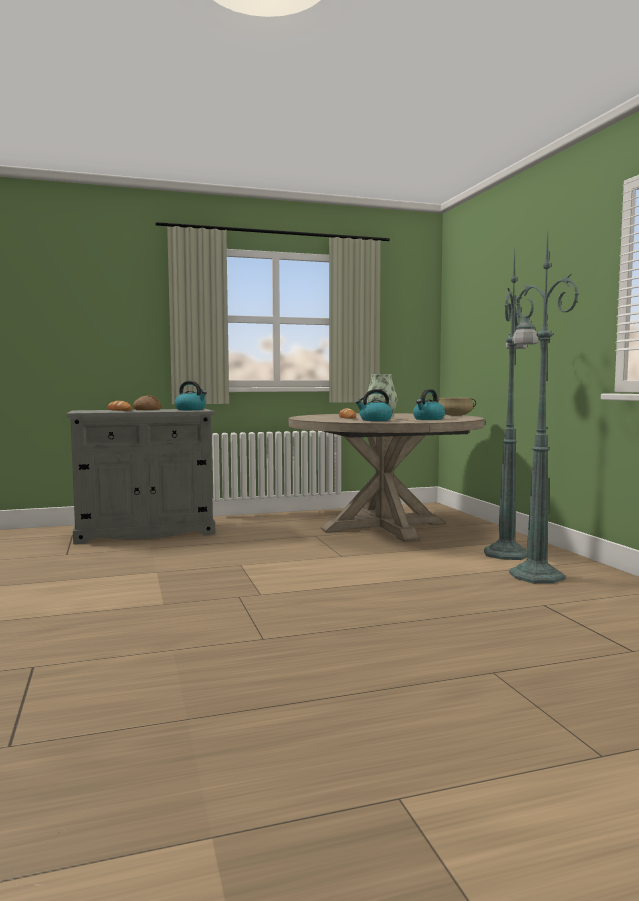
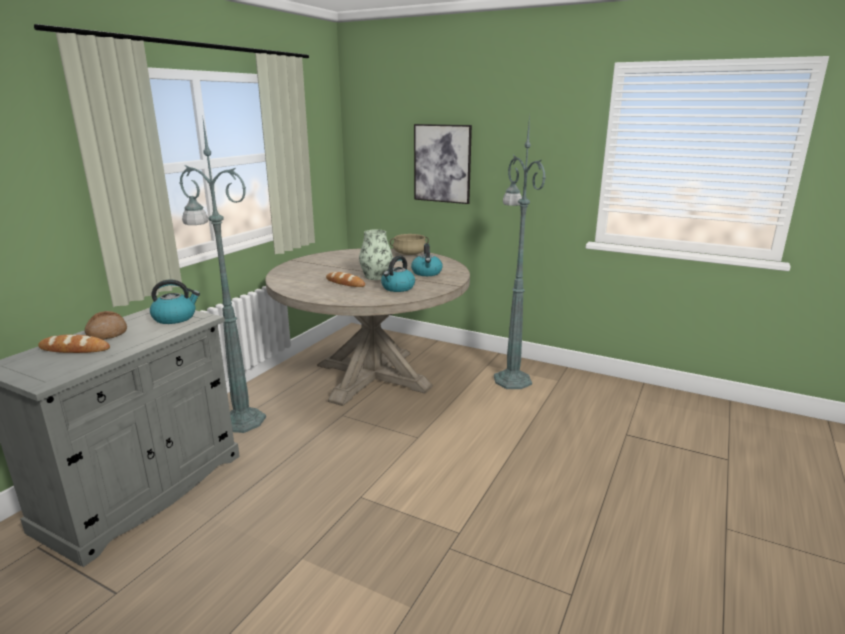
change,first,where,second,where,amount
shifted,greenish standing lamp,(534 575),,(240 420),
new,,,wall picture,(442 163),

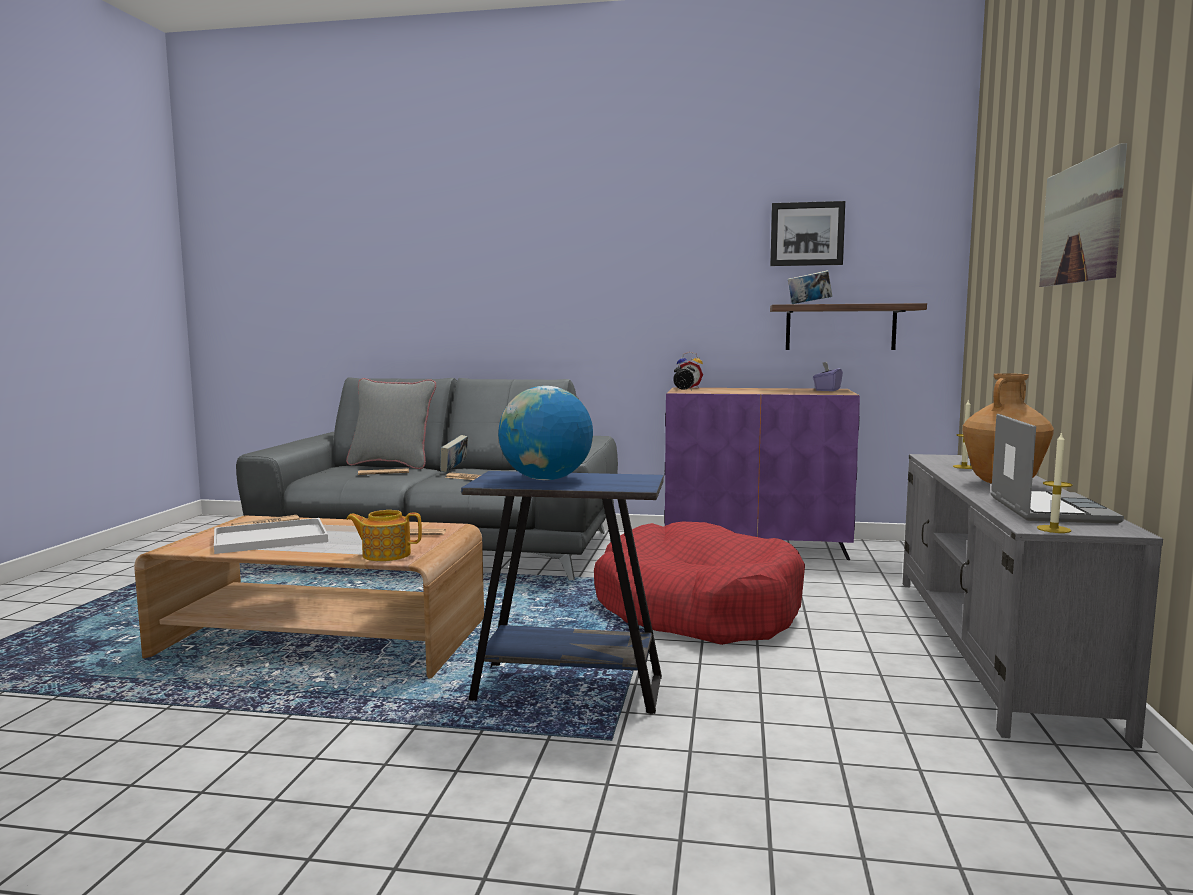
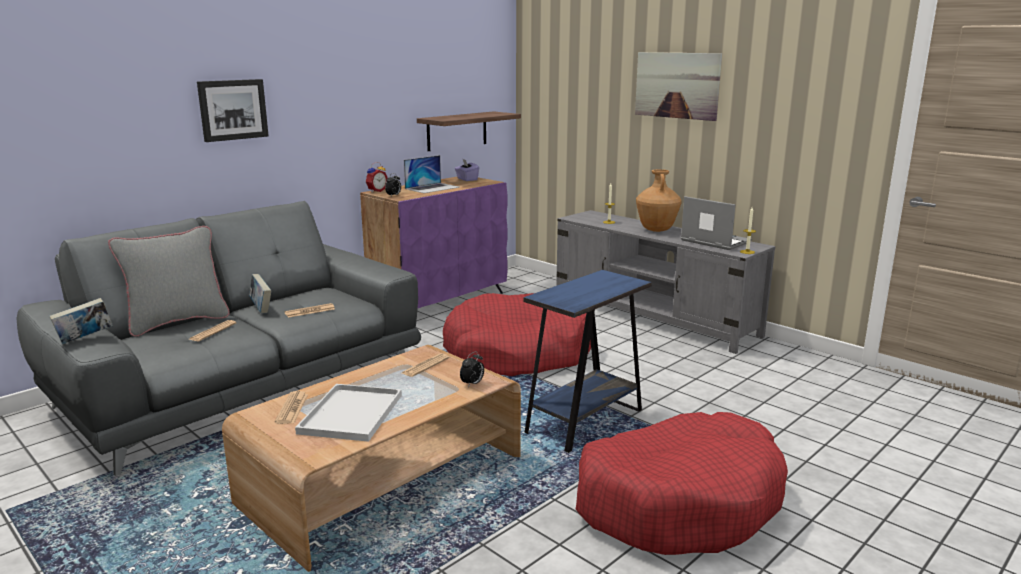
change,first,where,second,where,amount
shifted,wall picture,(807 234),,(232 109),
shifted,bound book,(809 304),,(85 339),
gone,desk globe,(546 479),,,
swapped,teapot,(385 554),bedside clock,(472 384),
new,,,laptop,(432 188),
new,,,red dog bed,(679 502),

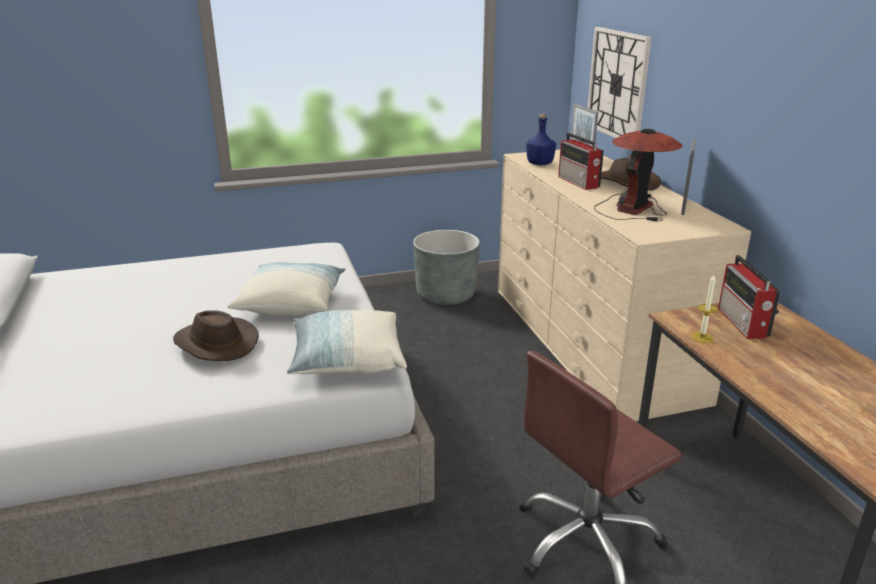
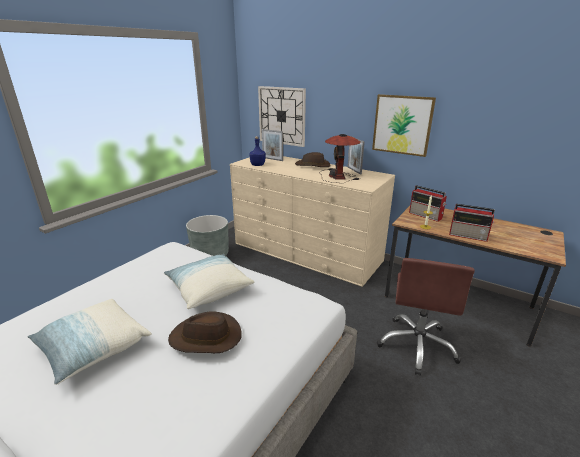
change,first,where,second,where,amount
shifted,radio receiver,(579 182),,(469 236),
shifted,pillow,(347 360),,(93 348),
new,,,wall picture,(402 125),

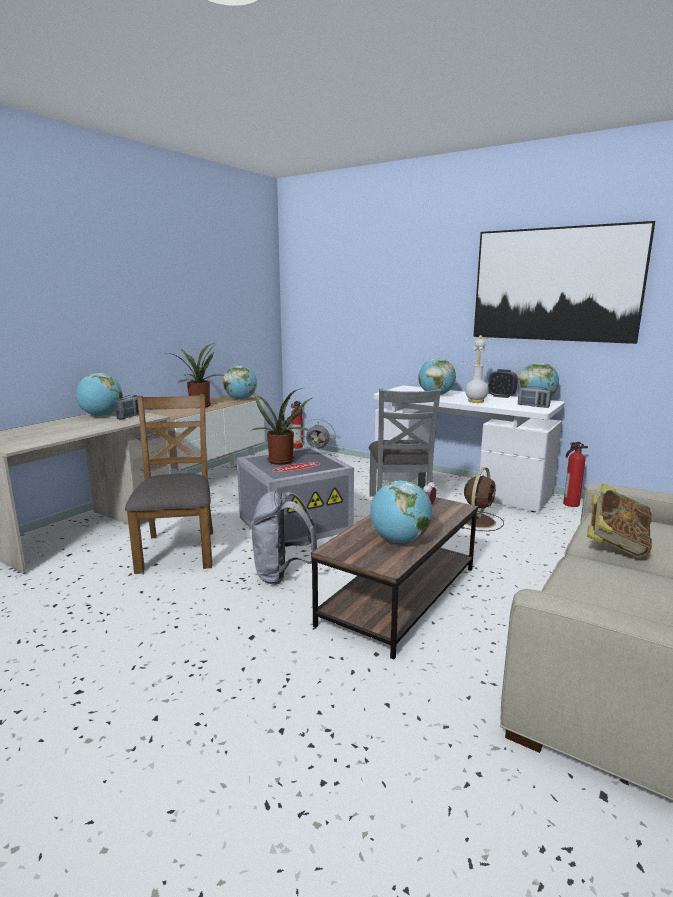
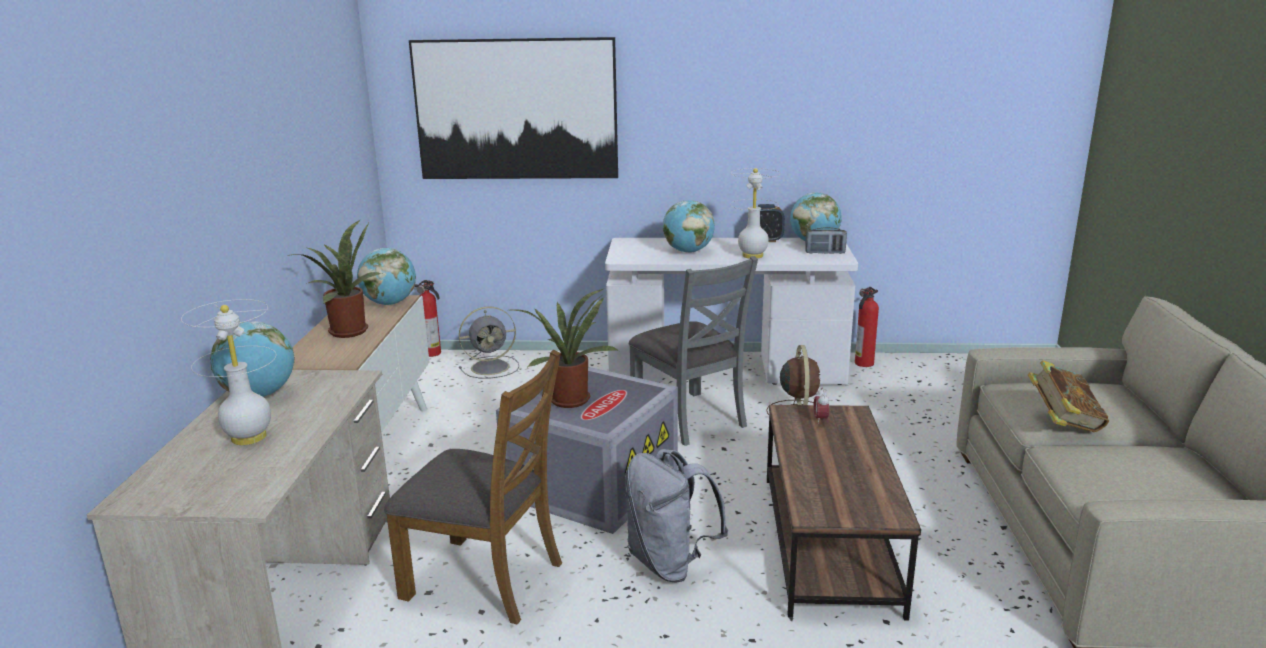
change,first,where,second,where,amount
shifted,wall picture,(555 285),,(516 110),
rotated,brown chair,(178 550),,(485 579),150 degrees clockwise
gone,radio receiver,(130 416),,,
gone,desk globe,(399 540),,,
new,,,whitish table lamp,(248 437),

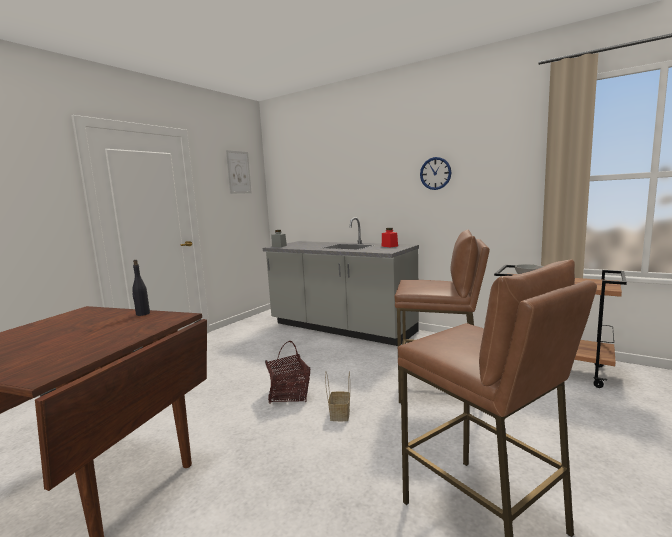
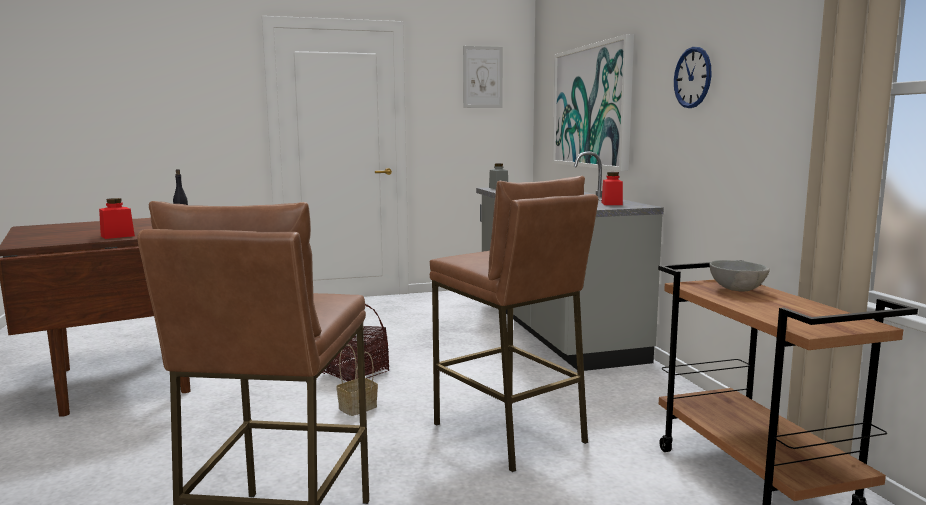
change,first,where,second,where,amount
new,,,wall picture,(591 107),
new,,,red storage jar,(117 236),

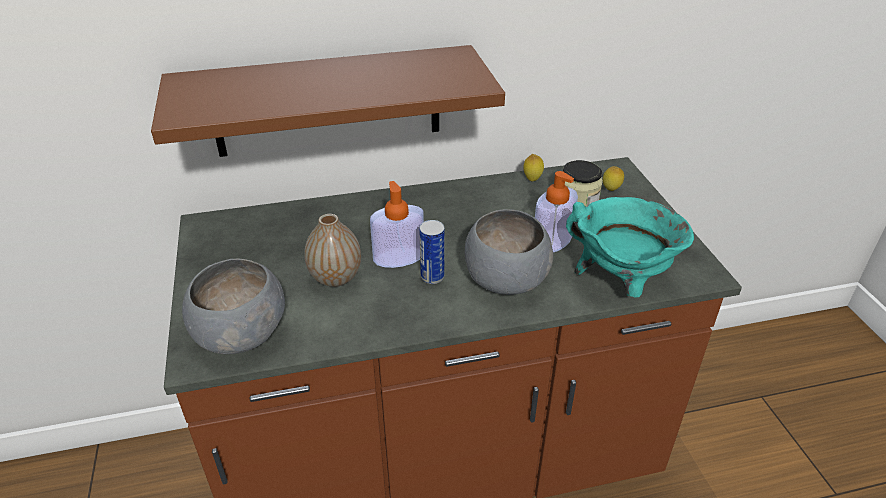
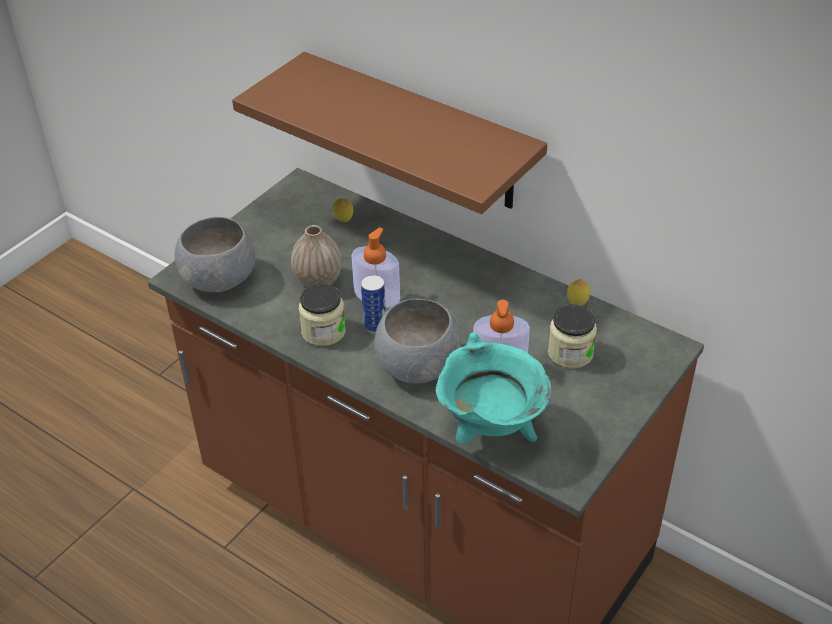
change,first,where,second,where,amount
shifted,lemon,(611 190),,(343 221),
new,,,storage jar,(323 331),

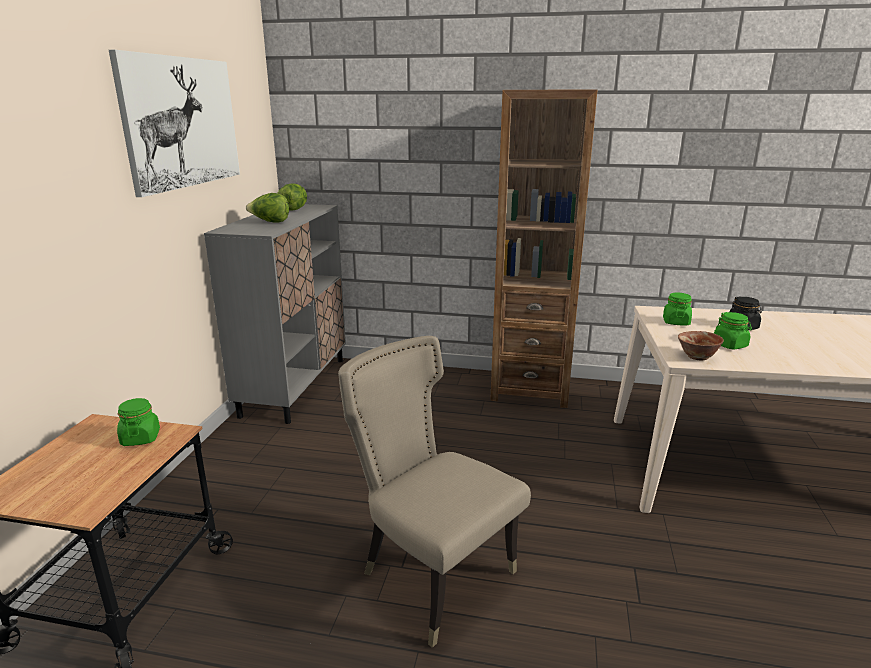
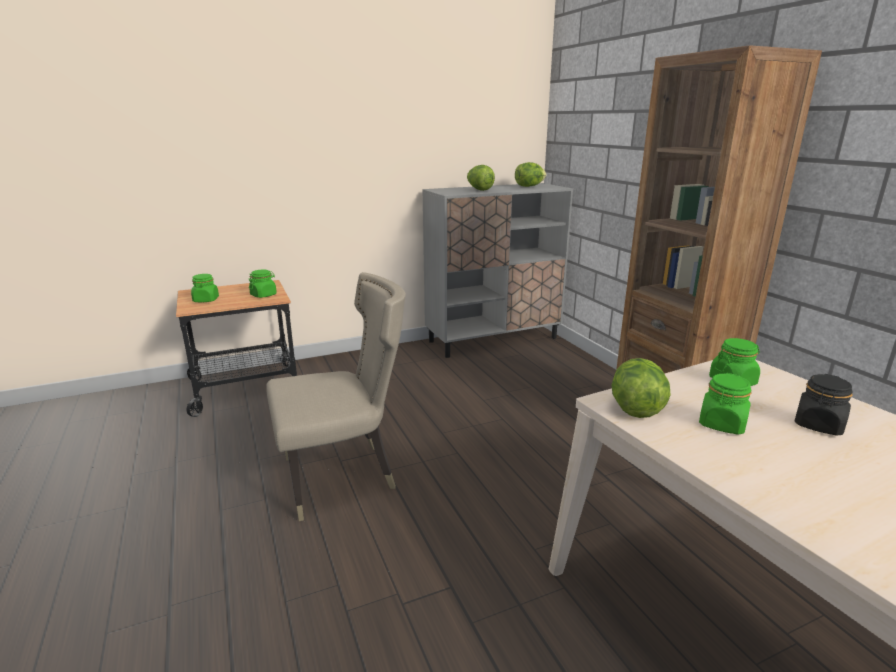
change,first,where,second,where,amount
gone,wall picture,(182 122),,,
swapped,bowl,(697 357),lettuce,(635 409),
rotated,beige-coloured chair,(431 574),,(344 476),60 degrees clockwise
new,,,greenish storage jar,(206 300),

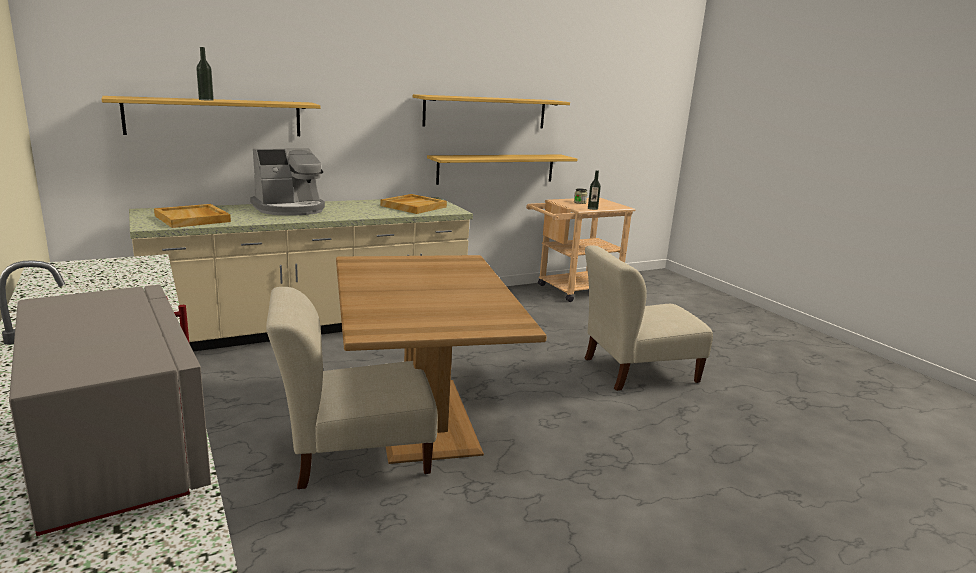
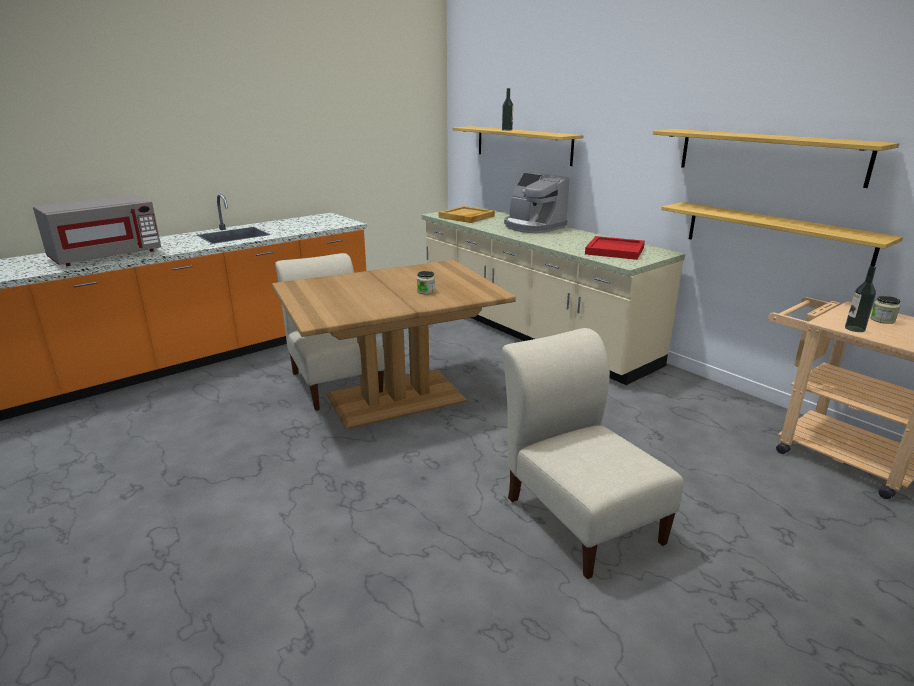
change,first,where,second,where,amount
repainted,beige-coloured tray,(413 206),red tray,(615 250),
new,,,storage jar,(426 291),

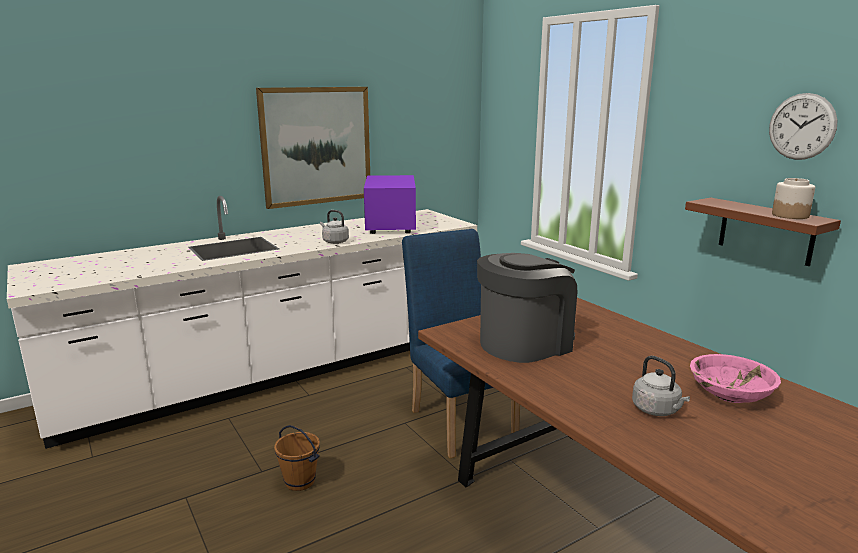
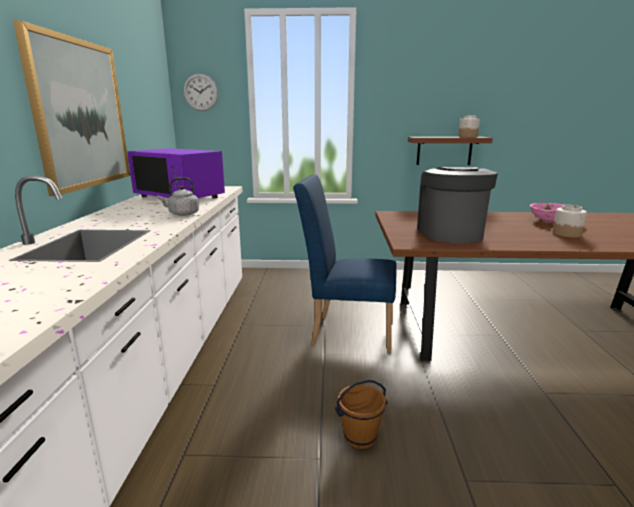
change,first,where,second,where,amount
shifted,hanging clock,(801 126),,(200 92),
swapped,greyish kettle,(657 410),storage jar,(566 234),

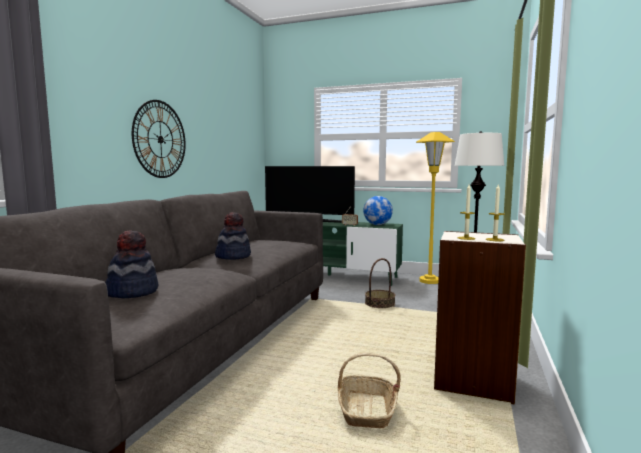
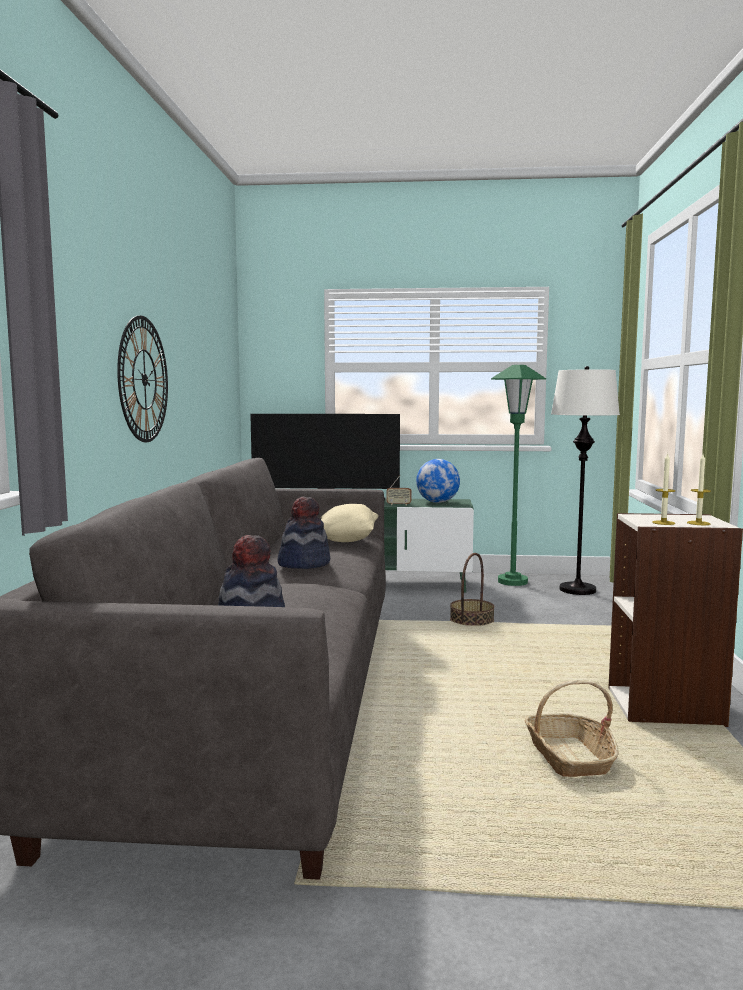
change,first,where,second,where,amount
repainted,yellowish standing lamp,(429 281),greenish standing lamp,(512 581),
new,,,beige-coloured pillow,(346 540),

